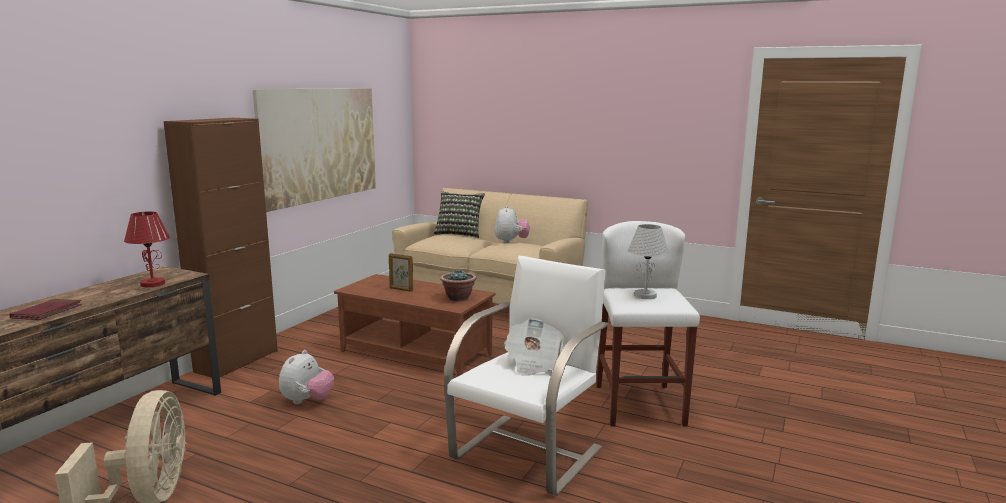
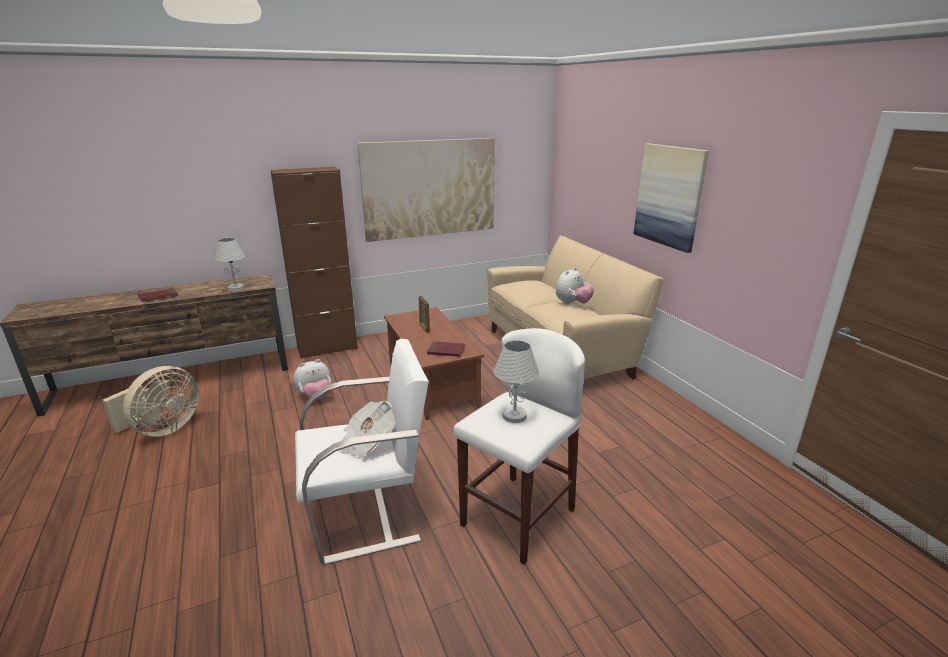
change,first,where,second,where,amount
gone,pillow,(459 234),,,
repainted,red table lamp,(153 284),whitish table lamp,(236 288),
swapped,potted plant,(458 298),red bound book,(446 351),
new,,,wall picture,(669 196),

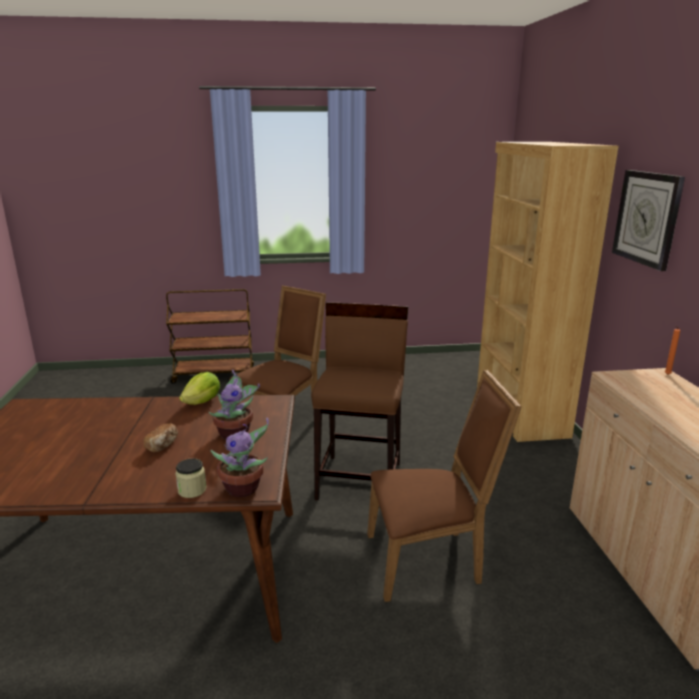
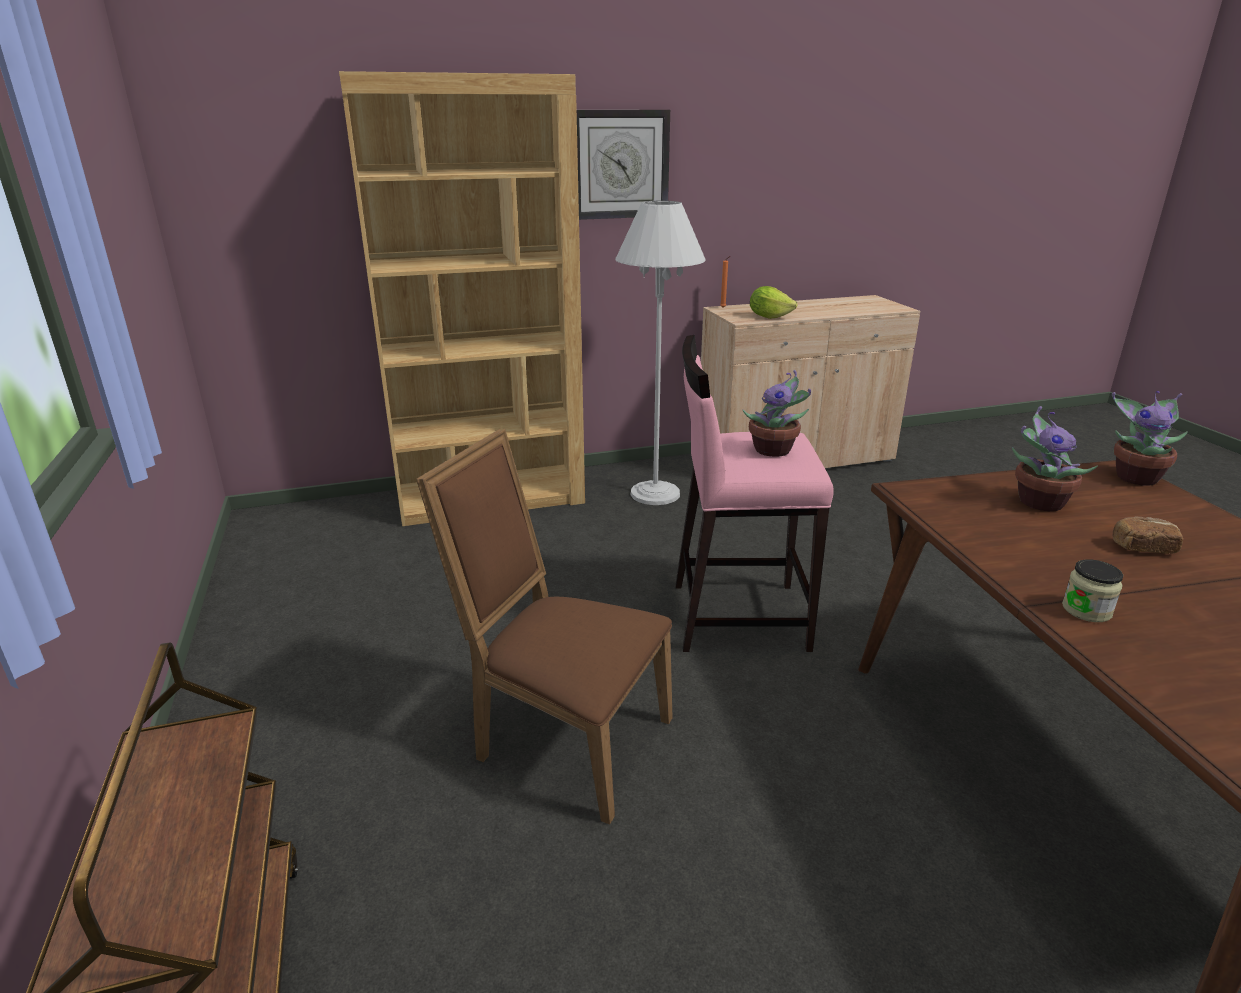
change,first,where,second,where,amount
repainted,brown stool seat,(360 480),pink-coloured stool seat,(737 615),
gone,brown chair,(429 560),,,
shifted,lettuce,(202 402),,(769 317),
shifted,storage jar,(192 490),,(1086 610),
new,,,whitish standing lamp,(655 493),
new,,,potted plant,(774 451),

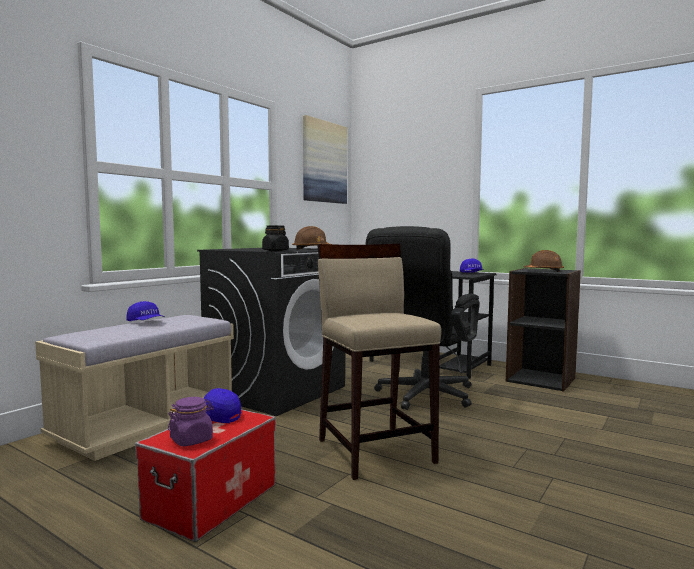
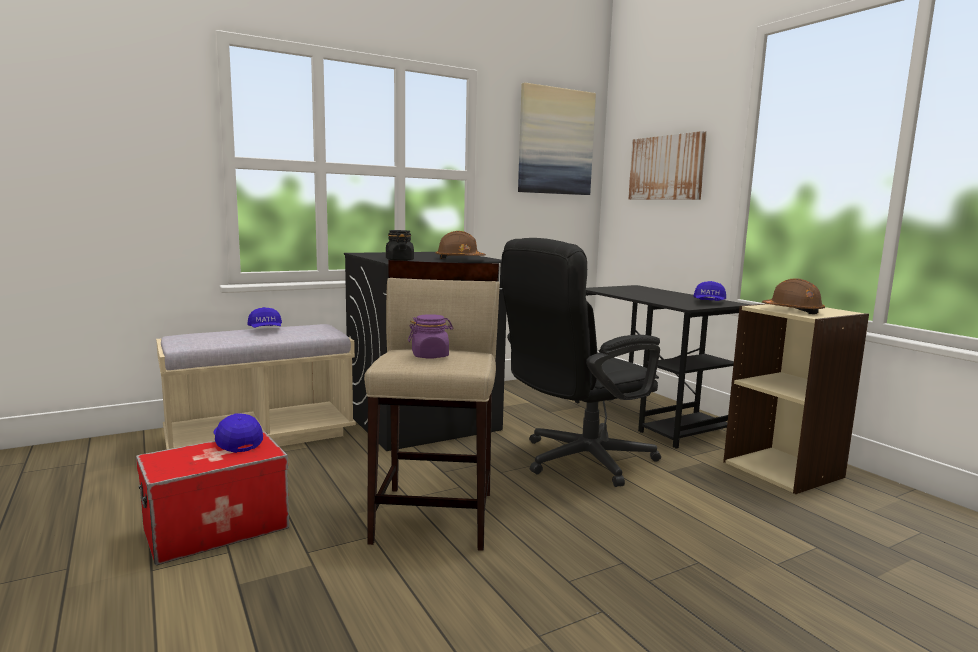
change,first,where,second,where,amount
repainted,black-coloured shelving unit,(541 379),beige-coloured shelving unit,(783 469),
shifted,purple-coloured storage jar,(191 440),,(430 356),
new,,,wall picture,(666 168),

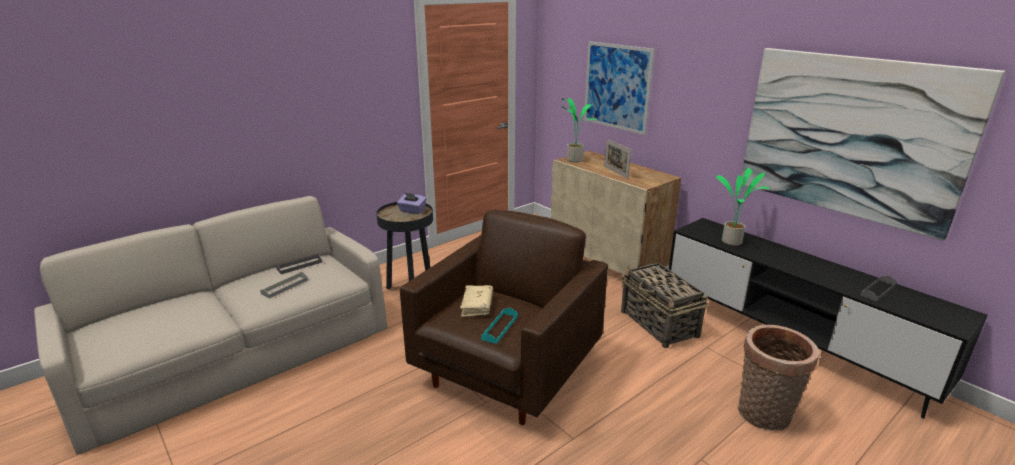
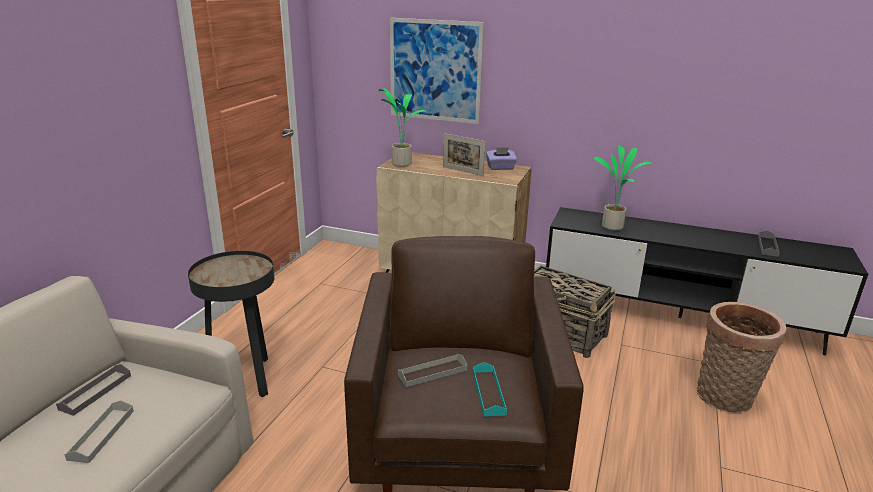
change,first,where,second,where,amount
gone,wall picture,(850 137),,,
shifted,purple-coloured box of tissues,(412 211),,(500 168),
swapped,beige-coloured bound book,(477 306),greyish tray,(432 372),

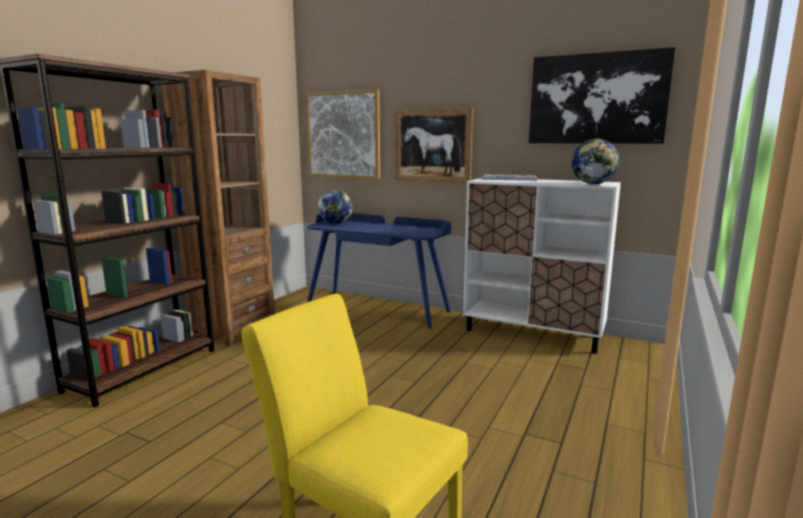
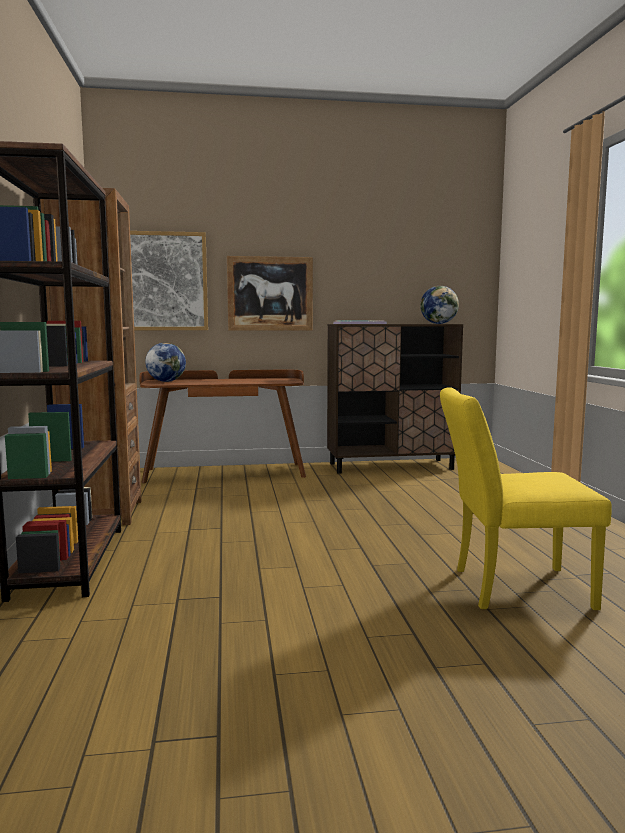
change,first,where,second,where,amount
gone,wall picture,(596 99),,,
repainted,whitish cabinet,(533 333),brown cabinet,(391 466),
repainted,blue-coloured desk table,(378 308),brown desk table,(225 472),

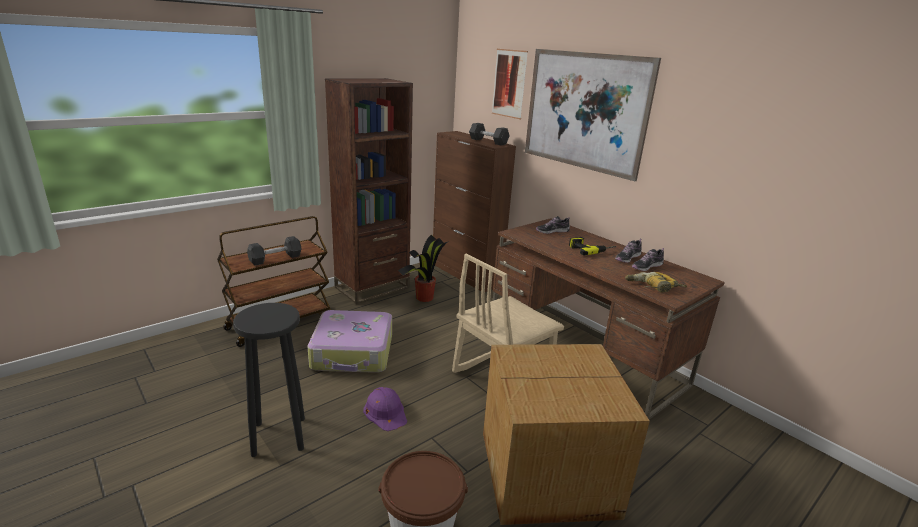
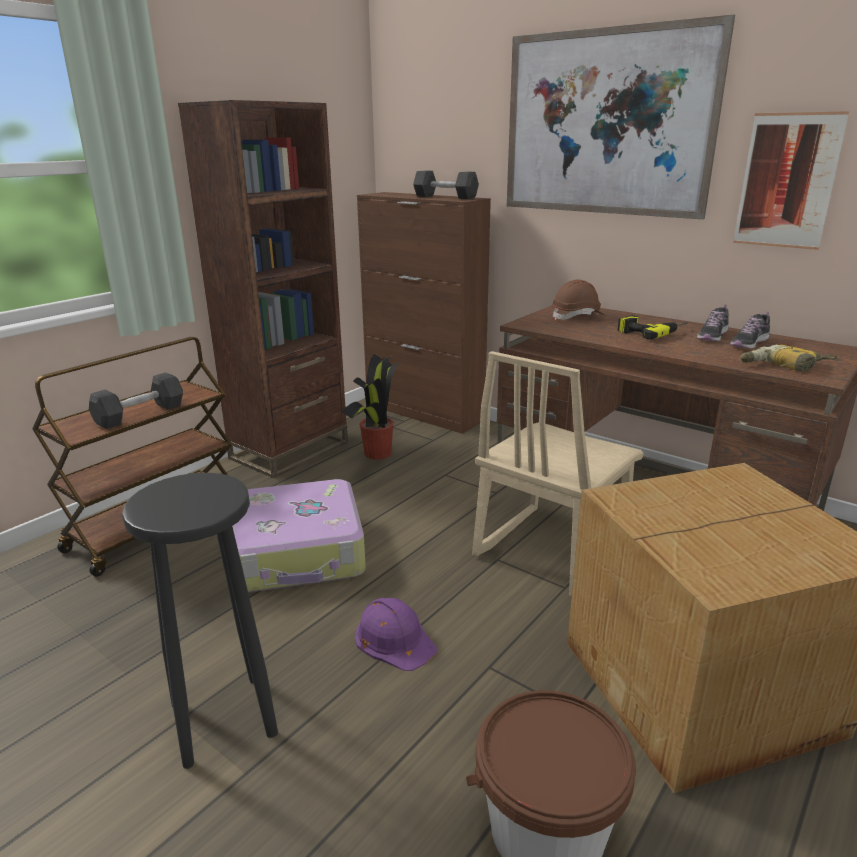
change,first,where,second,where,amount
shifted,wall picture,(509 83),,(787 181),
swapped,shoe,(552 231),brown hard hat,(577 316),

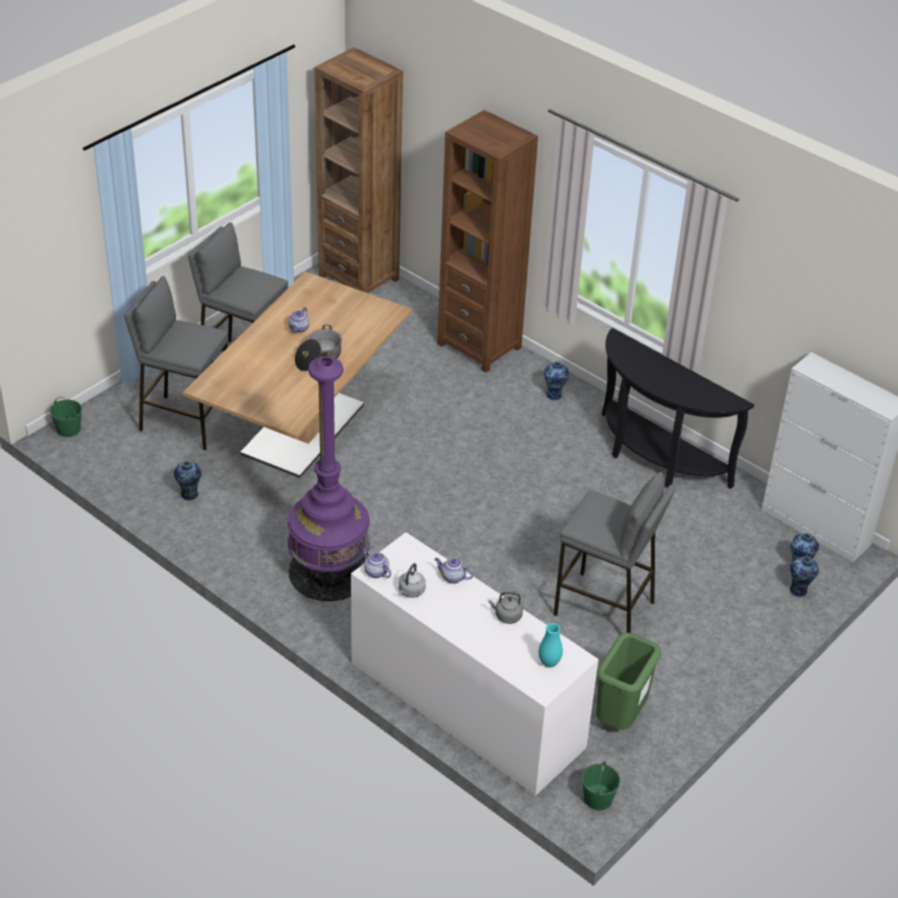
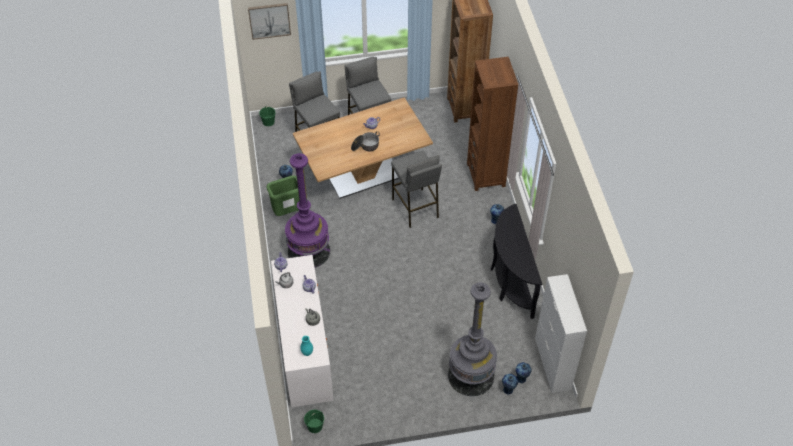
change,first,where,second,where,amount
shifted,greyish stool seat,(604 608),,(415 208),
shifted,greenish trash can,(619 717),,(287 212),
new,,,wall picture,(269 20),
new,,,greyish standing lamp,(471 375),

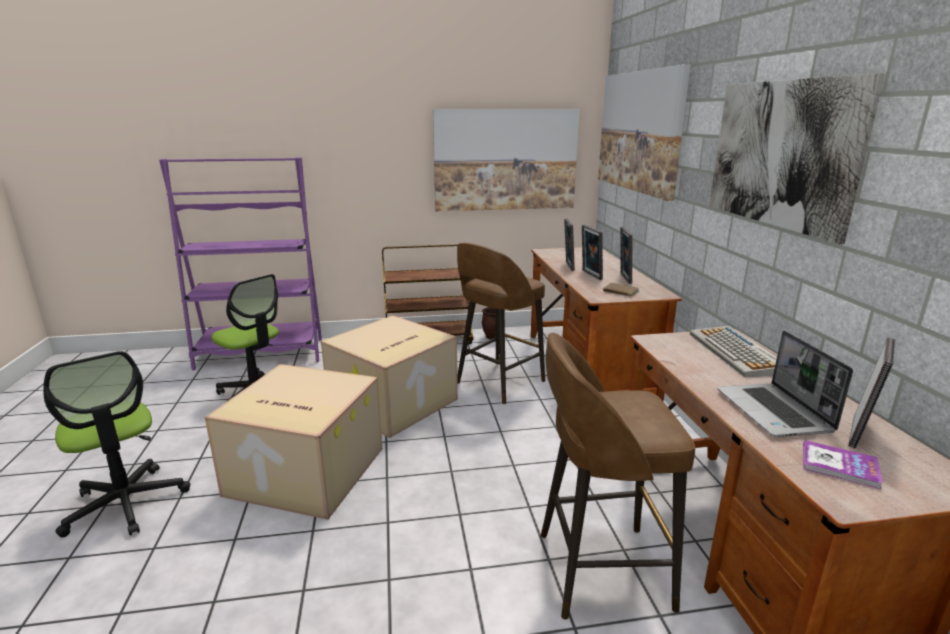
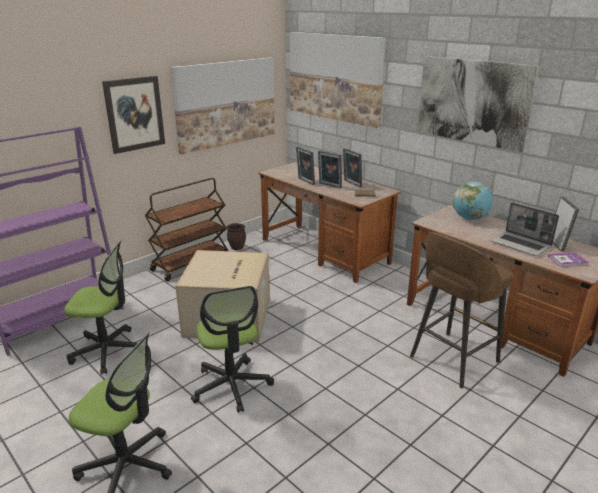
change,first,where,second,where,amount
gone,brown stool seat,(498 383),,,
swapped,keyboard,(737 353),desk globe,(470 218),
swapped,carton,(304 472),office chair,(231 385),
new,,,wall picture,(134 114),

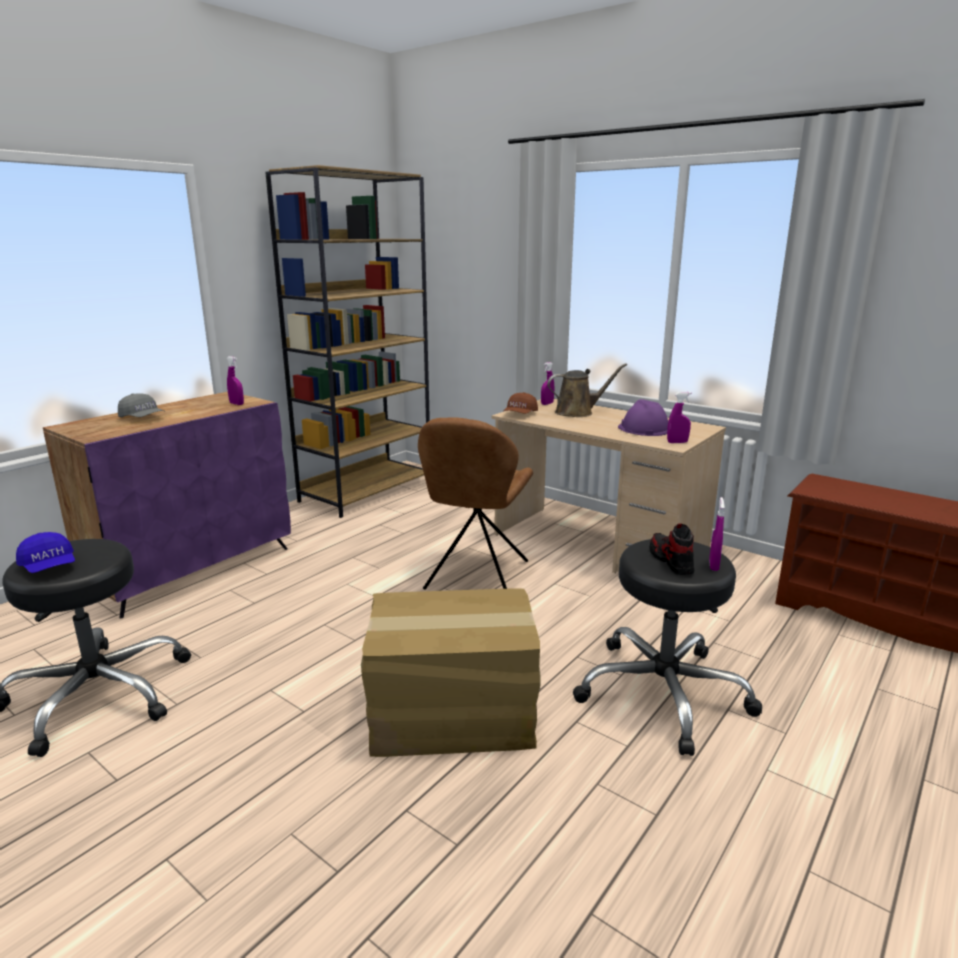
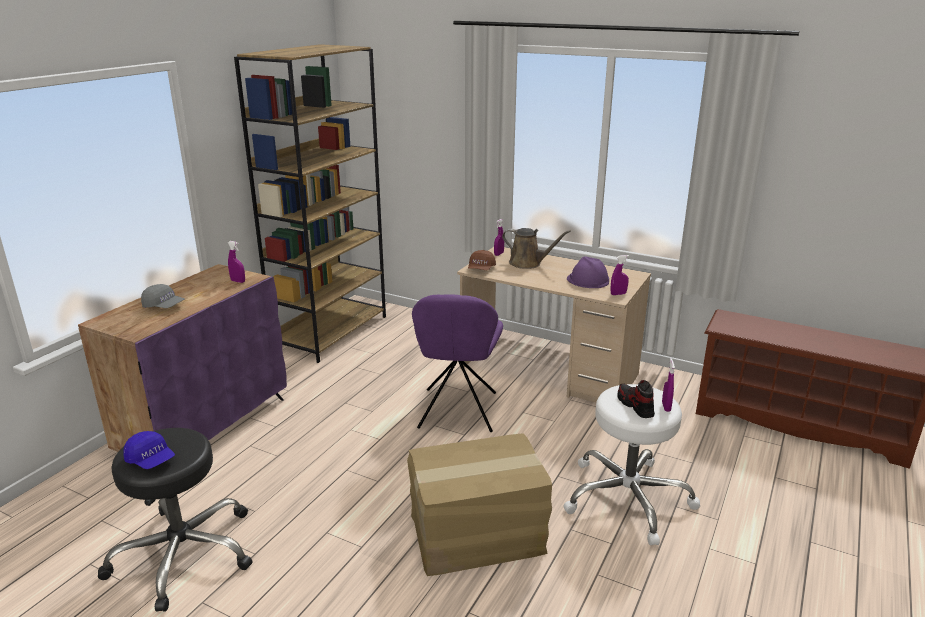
change,first,where,second,where,amount
rotated,brown watering can,(578 412),,(528 263),45 degrees clockwise
repainted,brown chair,(476 577),purple-coloured chair,(457 412),
repainted,black-coloured stool seat,(663 692),whitish stool seat,(628 498),

